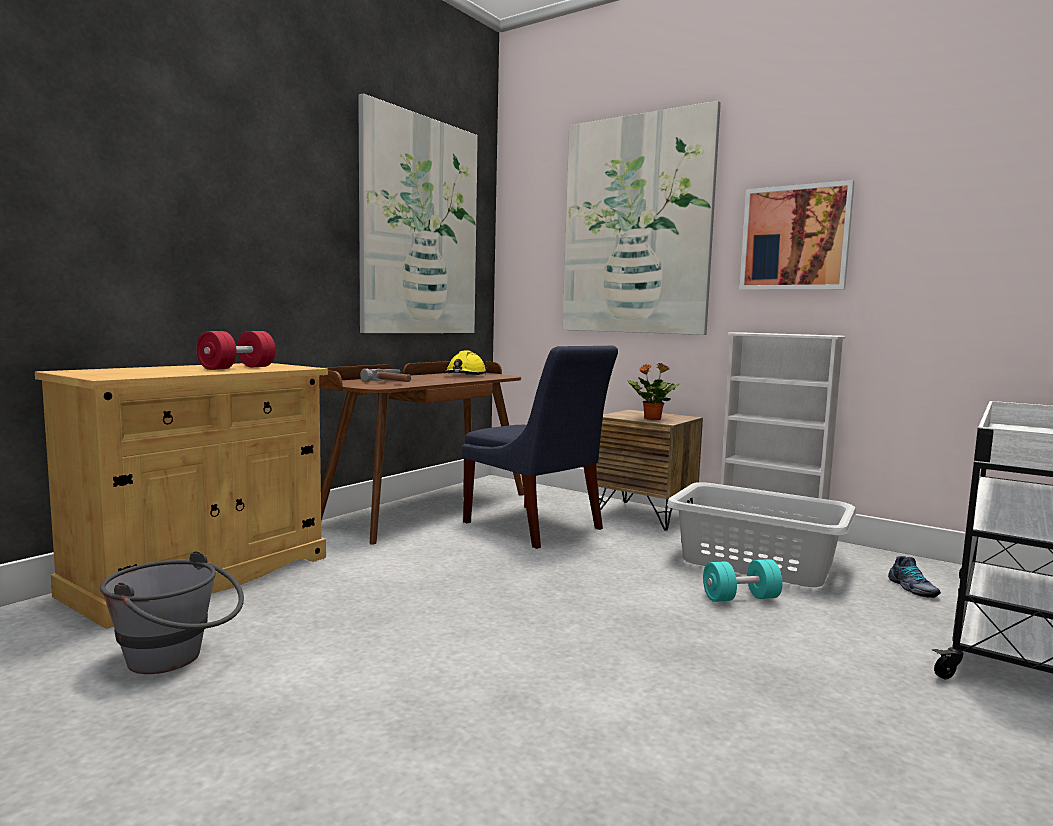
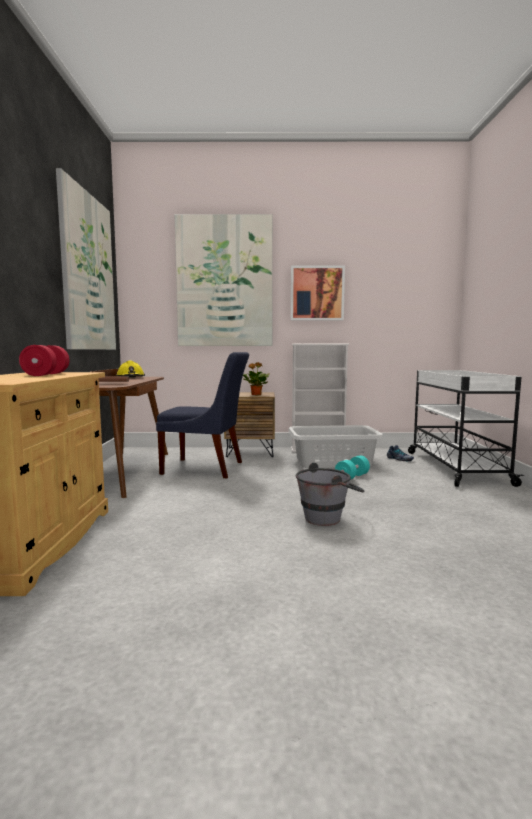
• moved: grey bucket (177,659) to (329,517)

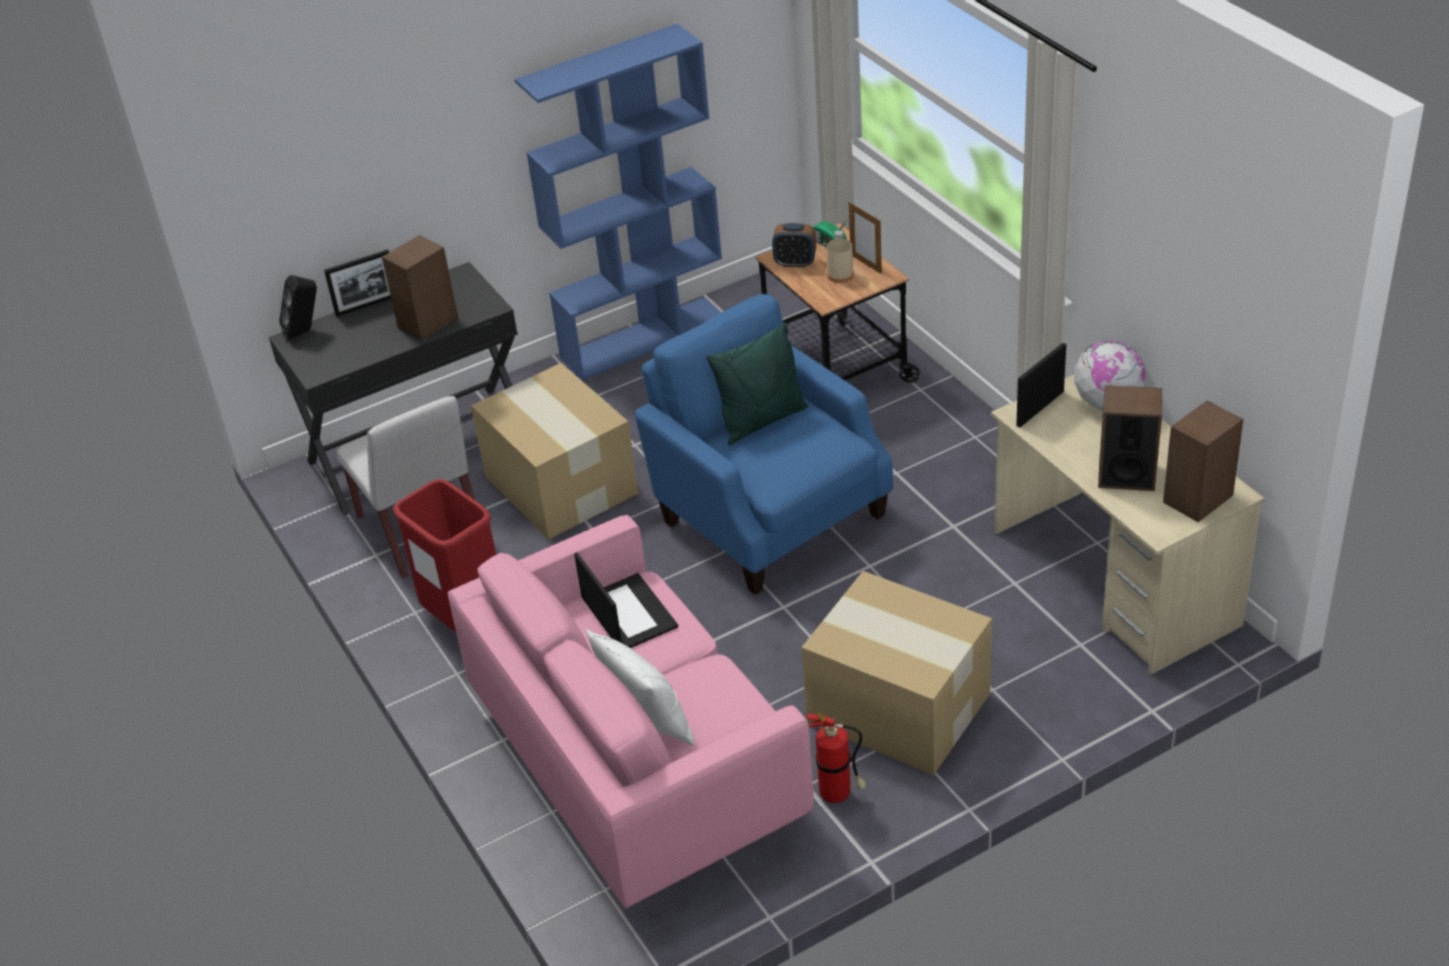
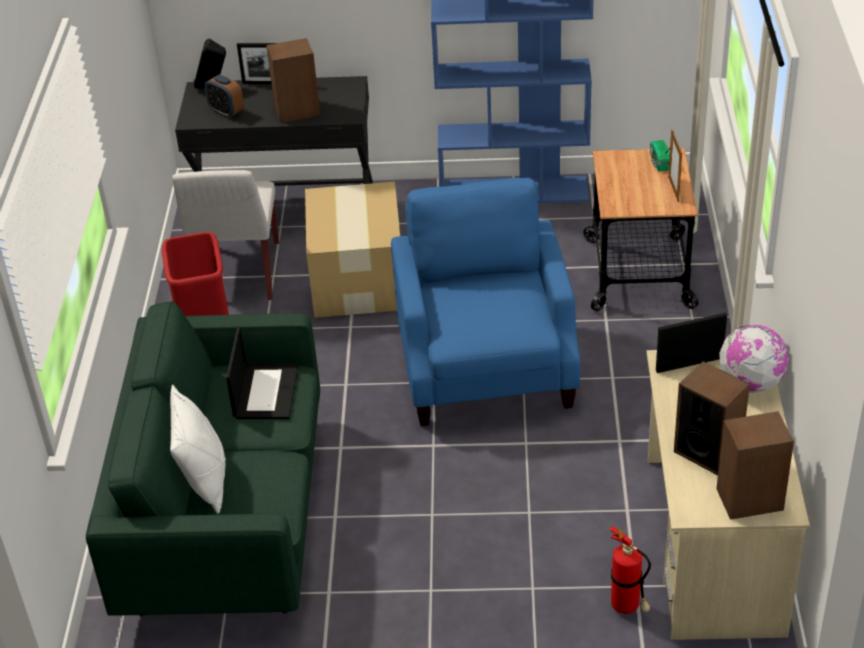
• recoloured: pink sofa (639,766) to green sofa (228,517)
• moved: alarm clock (795,263) to (226,111)
• moved: fire extinguisher (839,795) to (627,608)
• removed: green pillow (762,421)
• removed: cardboard box (900,709)
• removed: beige bottle (840,275)

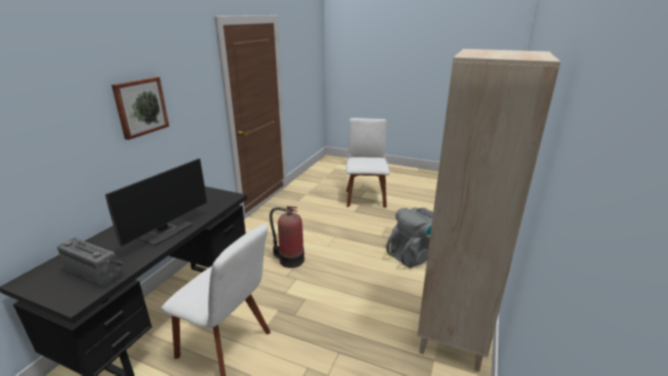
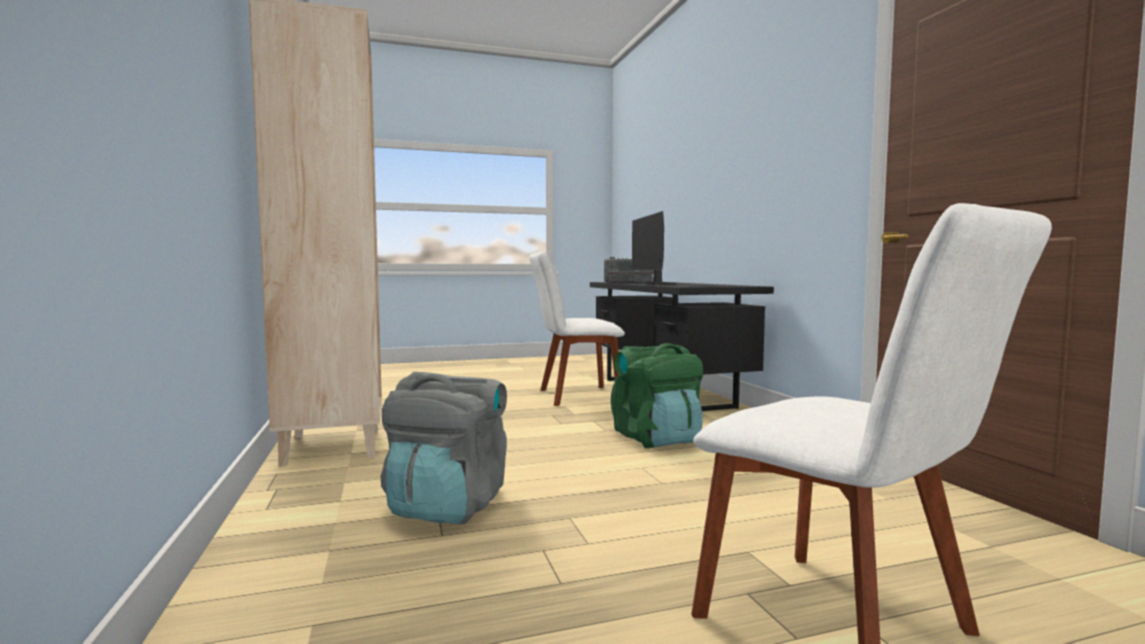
• replaced: fire extinguisher (290,259) to green backpack (657,439)
• removed: picture (140,107)

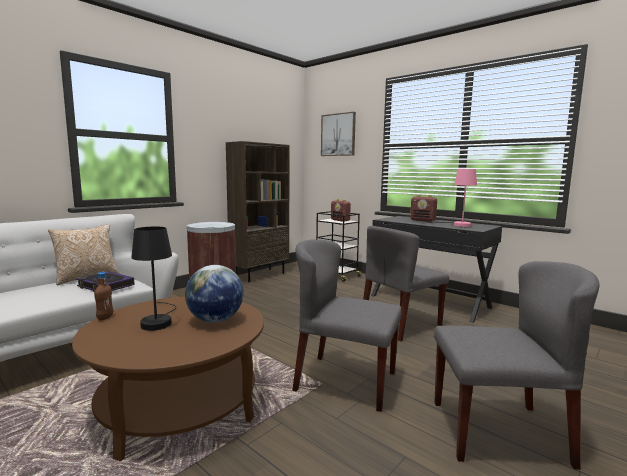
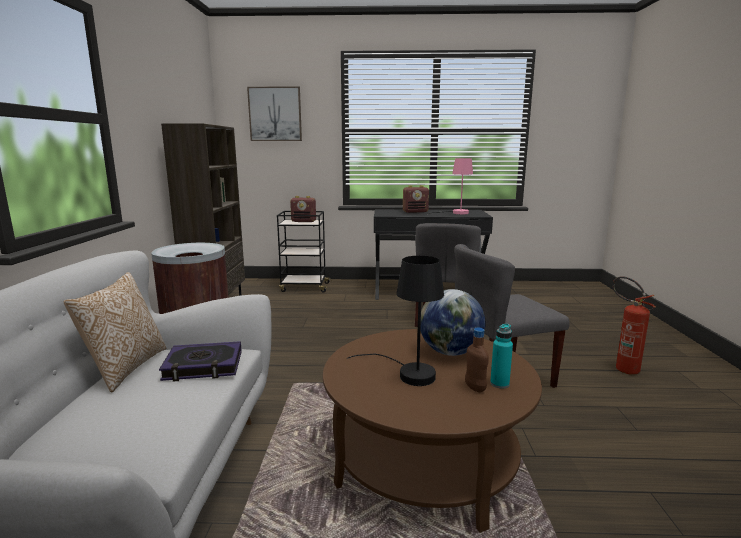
• moved: brown bottle (105,317) to (475,388)
• added: turquoise bottle (499,384)
• replaced: grey chair (499,431) to fire extinguisher (621,368)

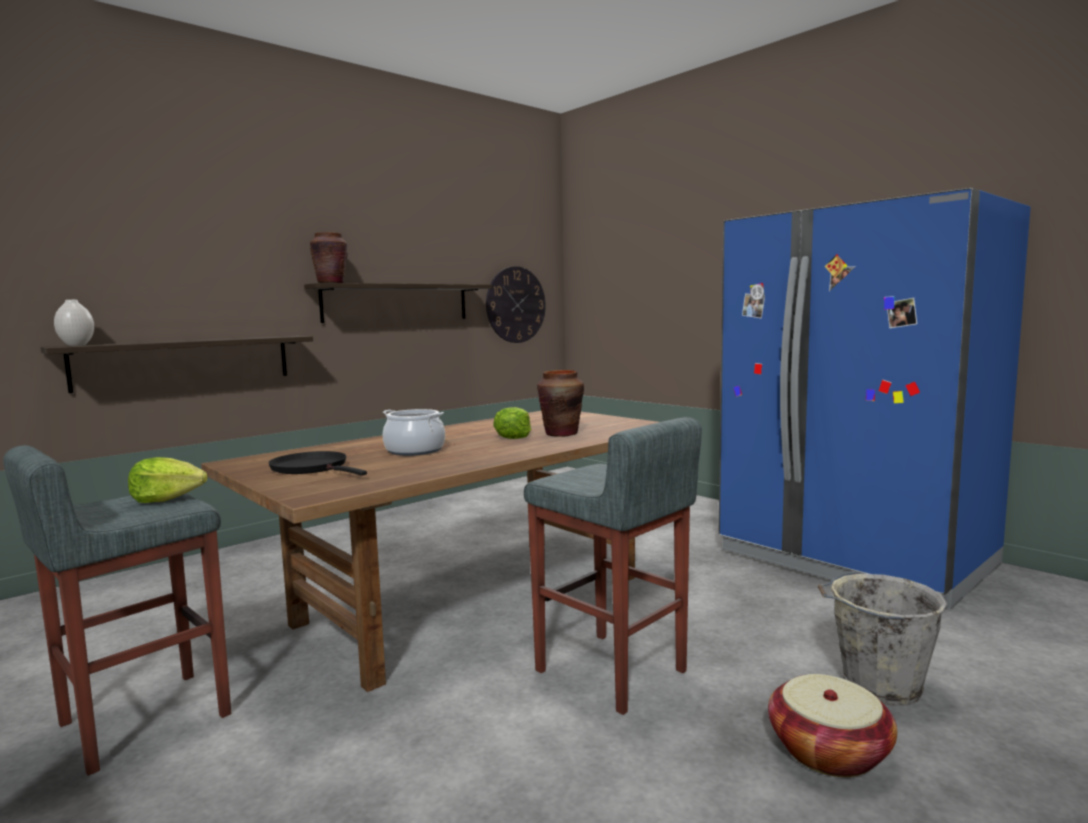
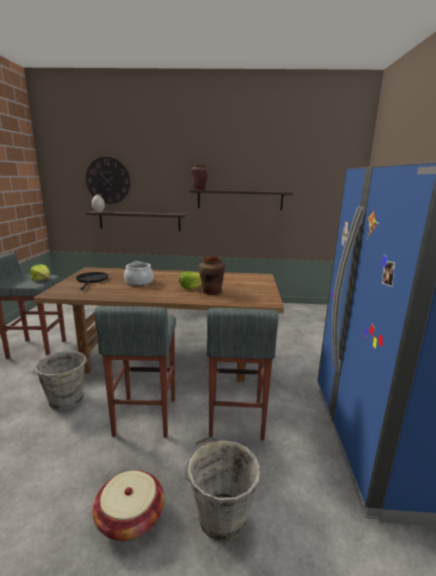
• added: grey bucket (66,401)
• moved: wall clock (516,305) to (108,180)
• added: grey stool (235,419)

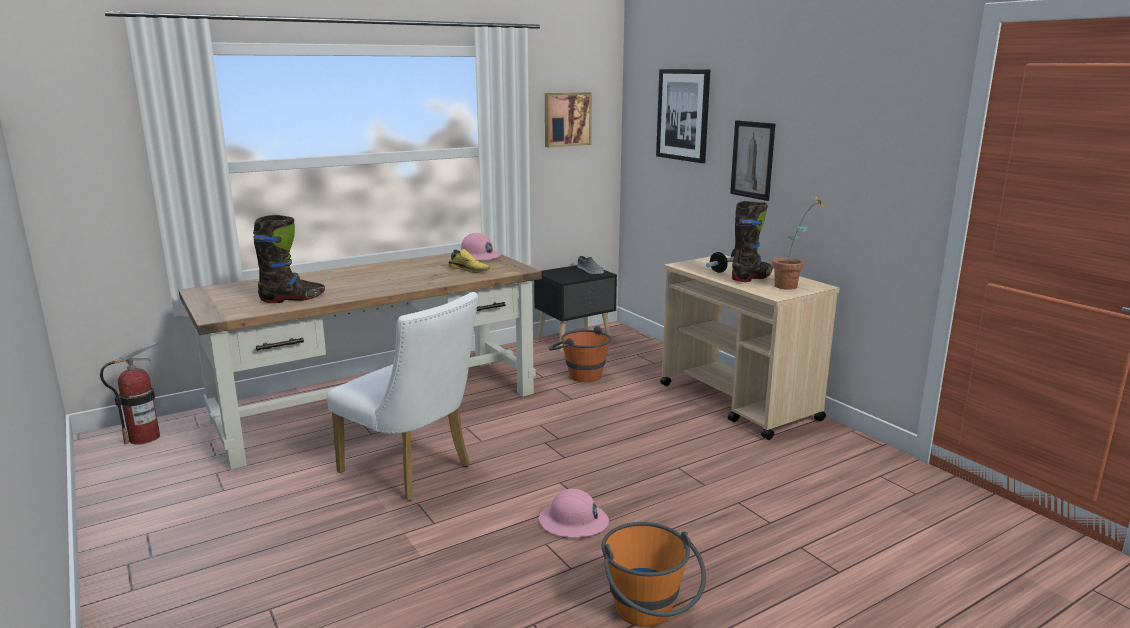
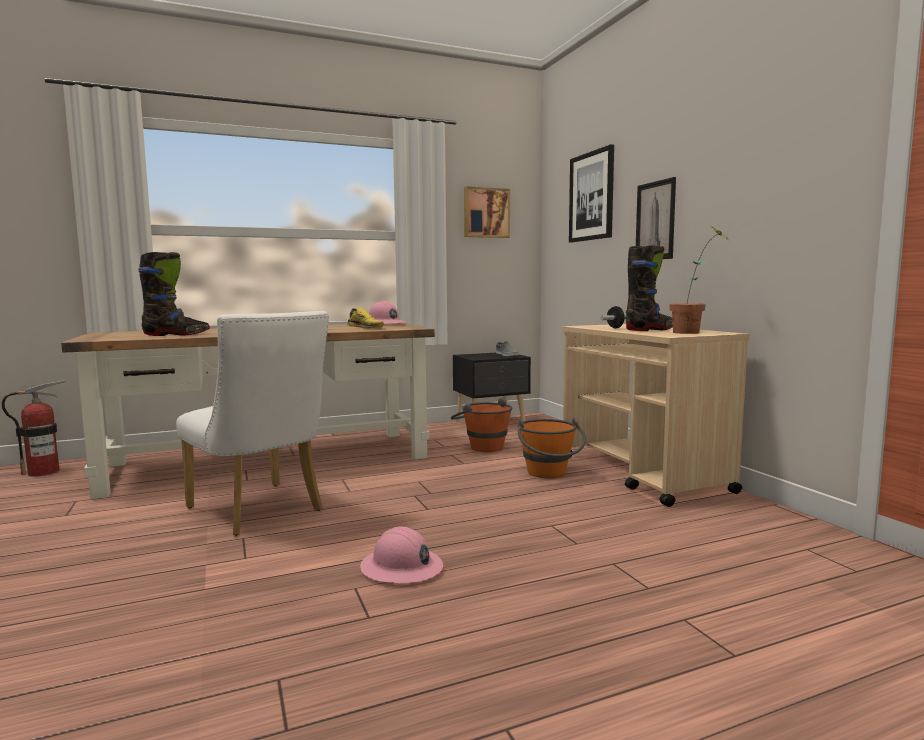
• moved: orange bucket (649,616) to (549,475)

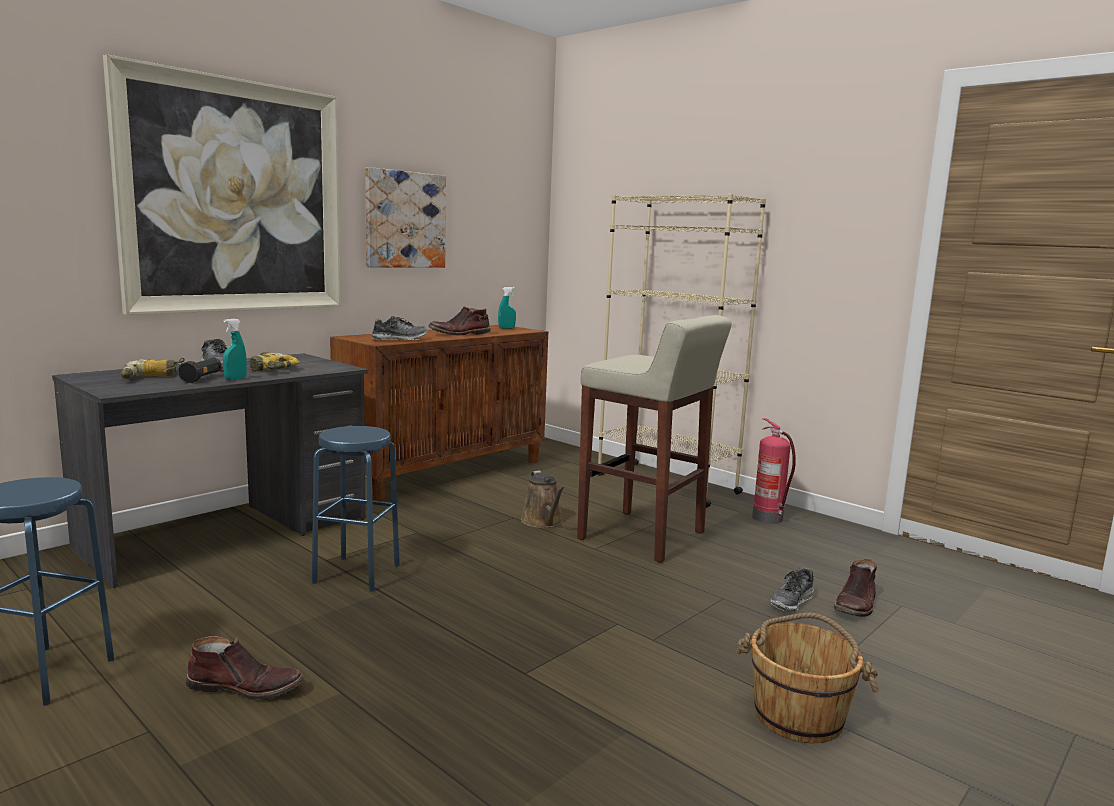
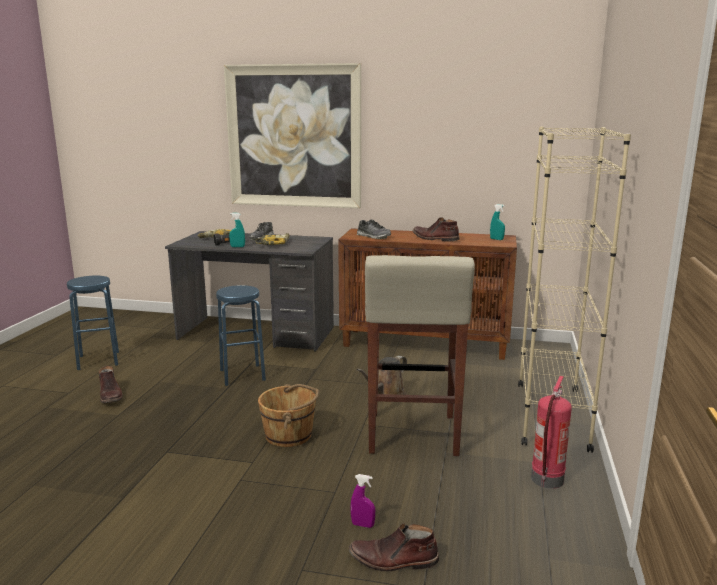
• moved: brown bucket (798,715) to (289,435)
• replaced: shoe (792,602) to purple spray bottle (362,525)
• removed: picture (405,220)

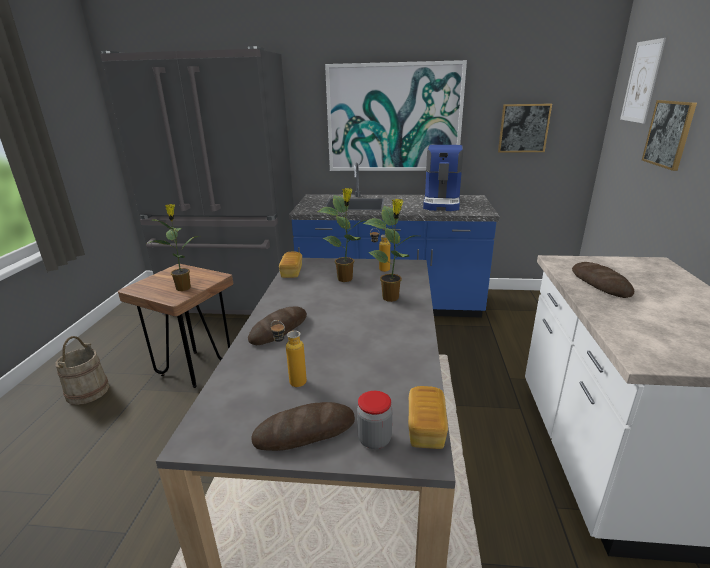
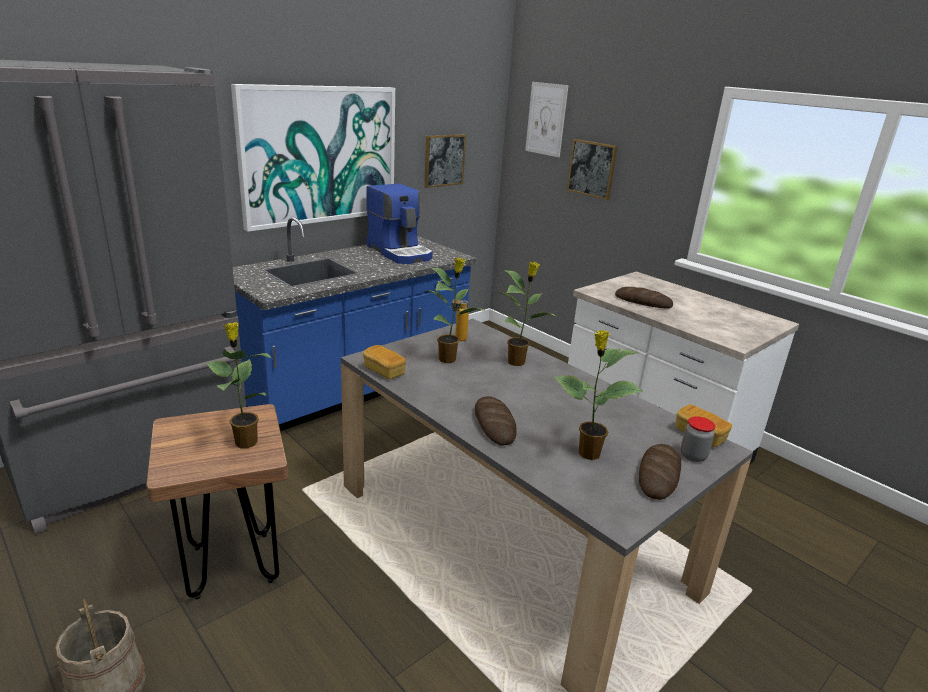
• replaced: bottle (291,381) to potted plant (587,453)

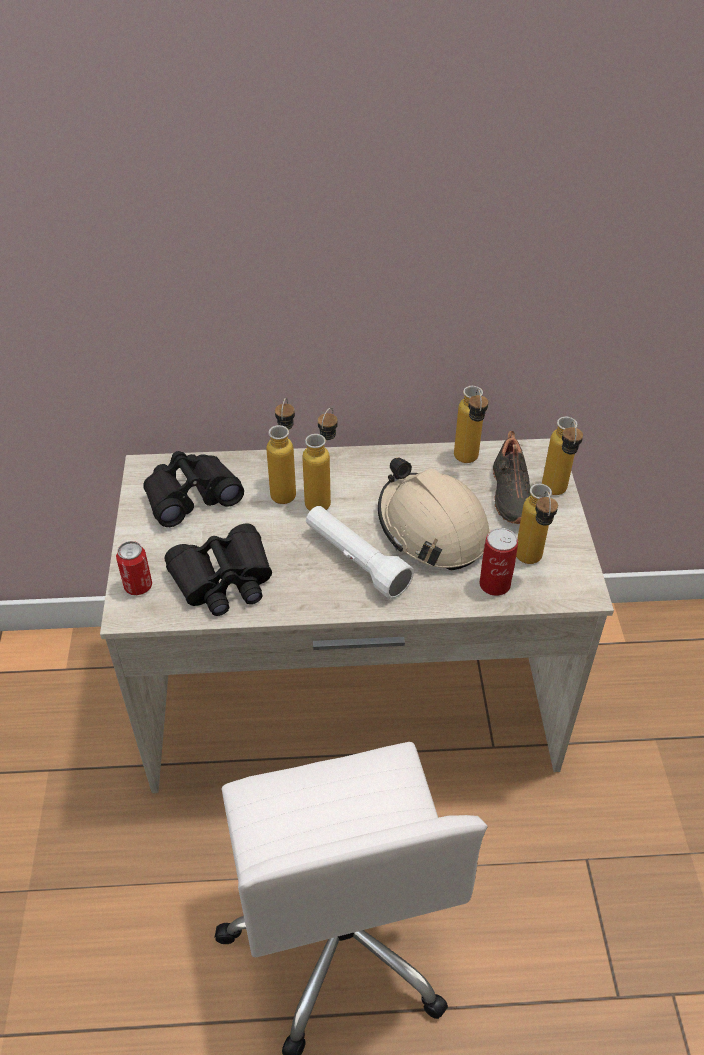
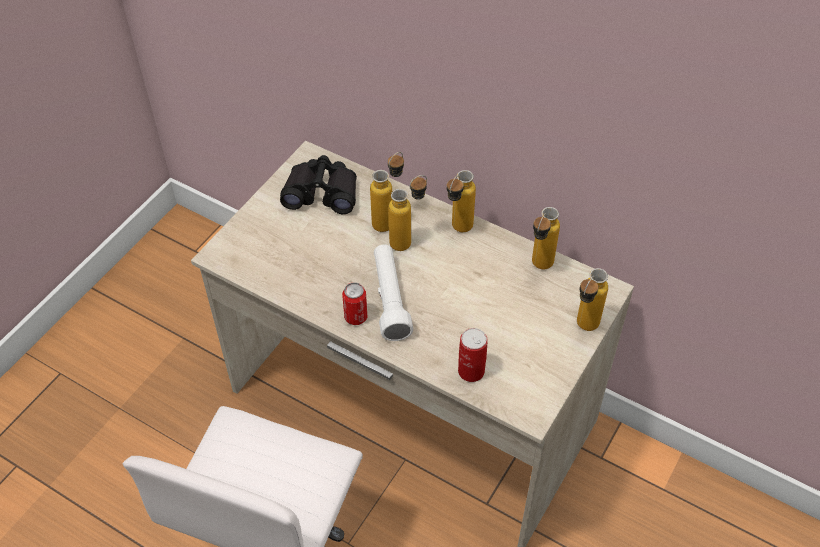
• moved: can (138,586) to (356,317)
• moved: bottle (530,564) to (458,231)
• removed: black binoculars (223,580)
• removed: beige hard hat (432,528)
• removed: black shoe (510,495)

